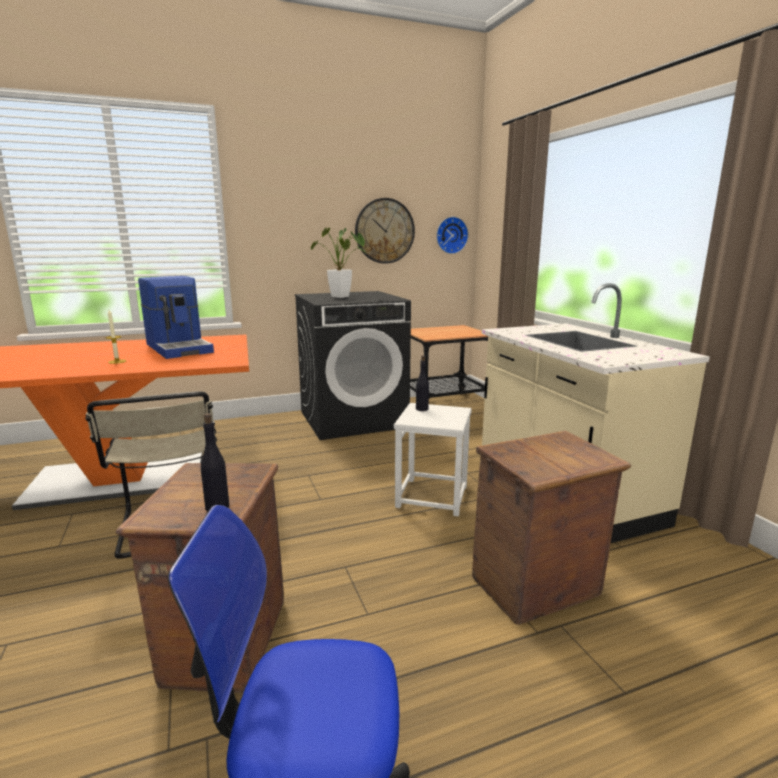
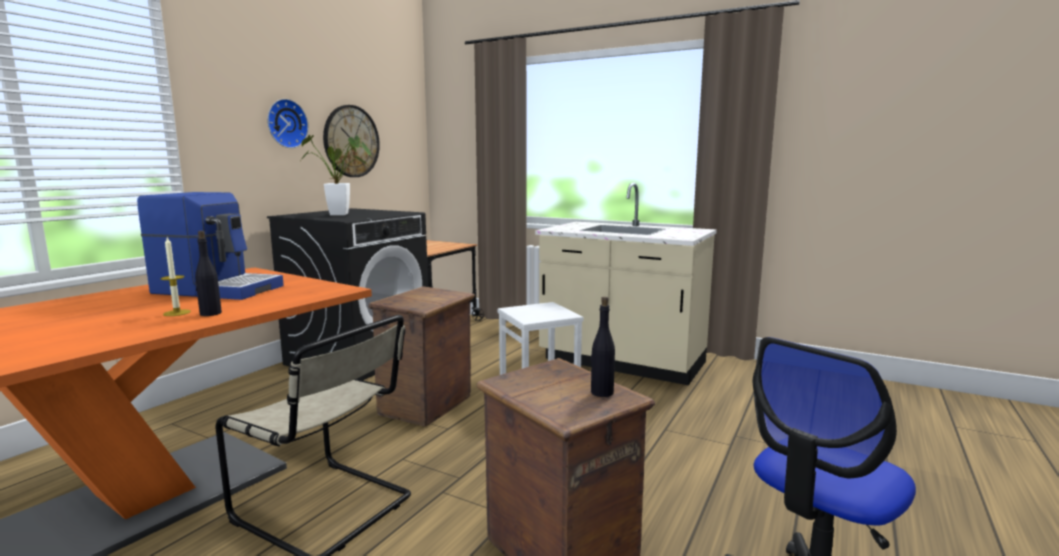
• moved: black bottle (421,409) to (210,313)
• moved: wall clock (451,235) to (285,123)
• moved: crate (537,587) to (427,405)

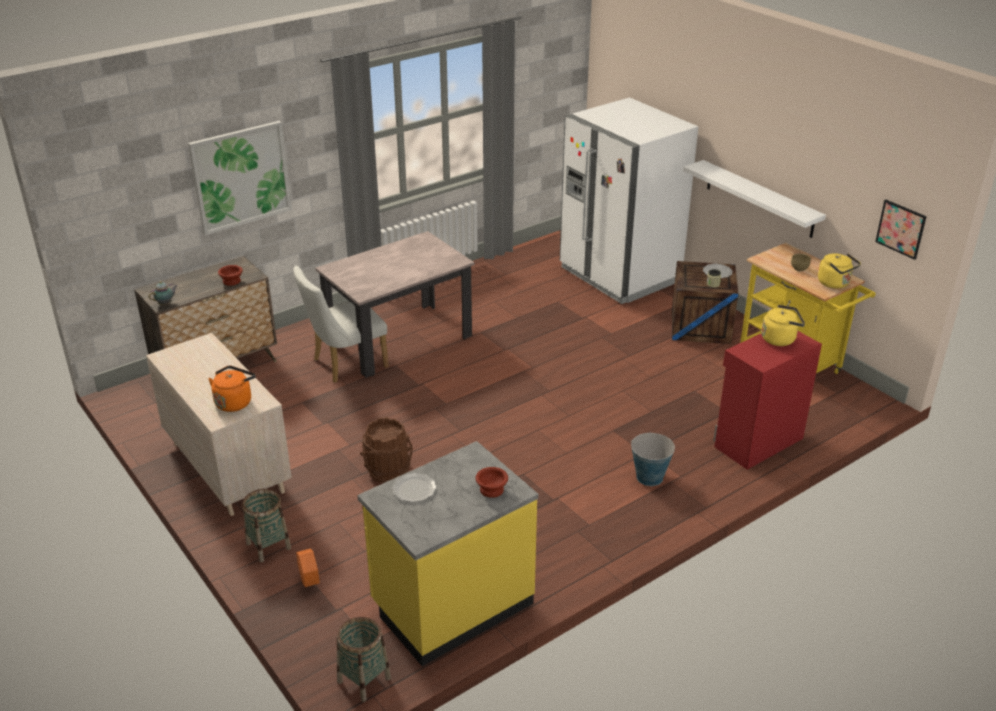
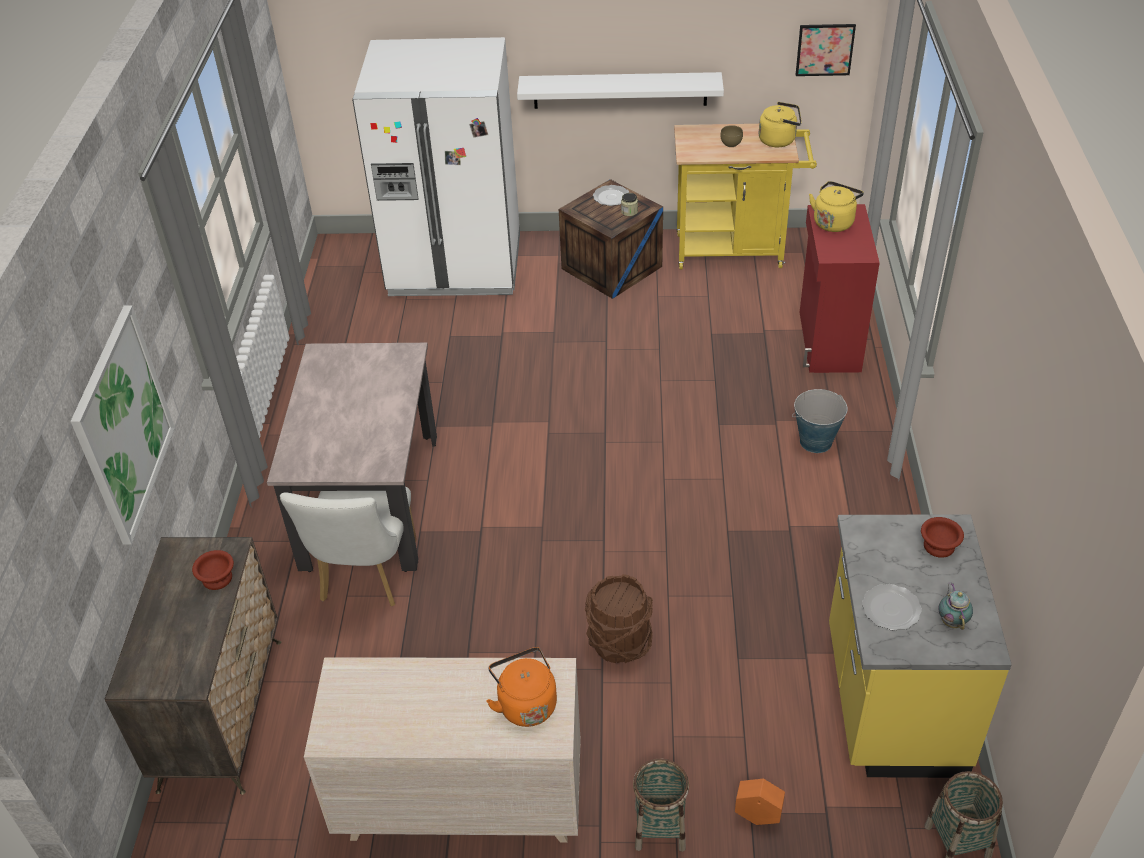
• moved: teapot (166,304) to (952,621)

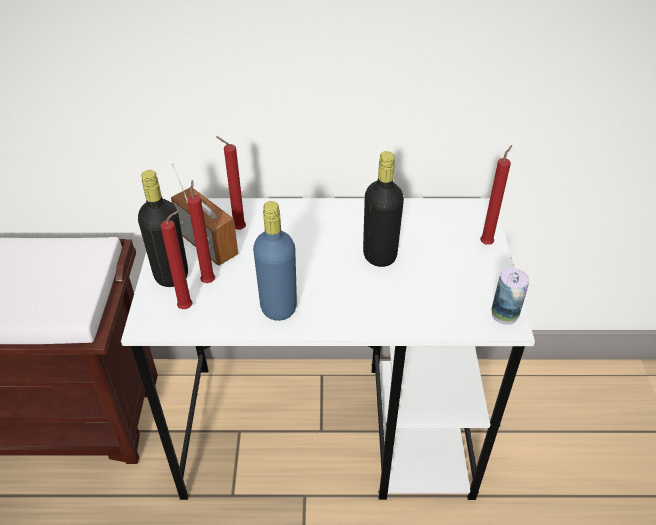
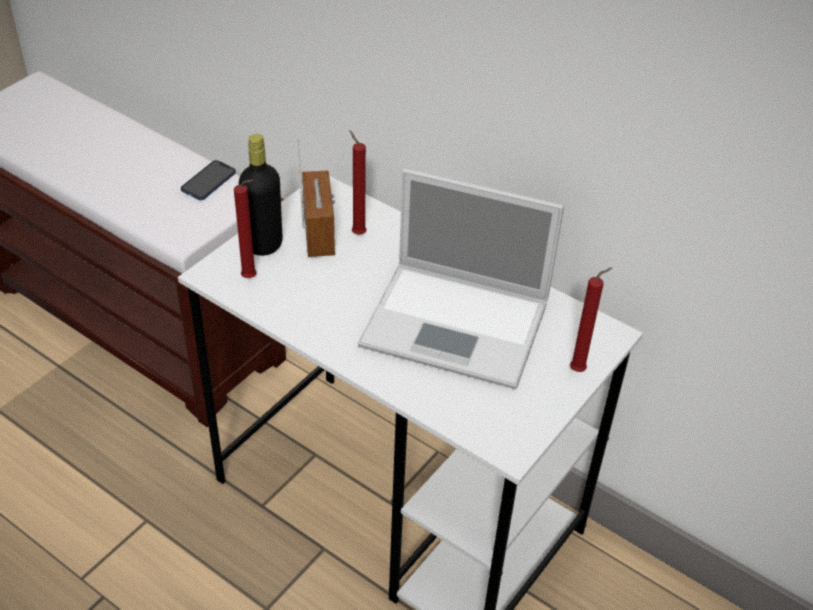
• added: phone (208,182)
• replaced: black bottle (379,256) to laptop (459,324)
• removed: red candle (208,280)
• removed: blue bottle (278,307)
• removed: can (504,315)

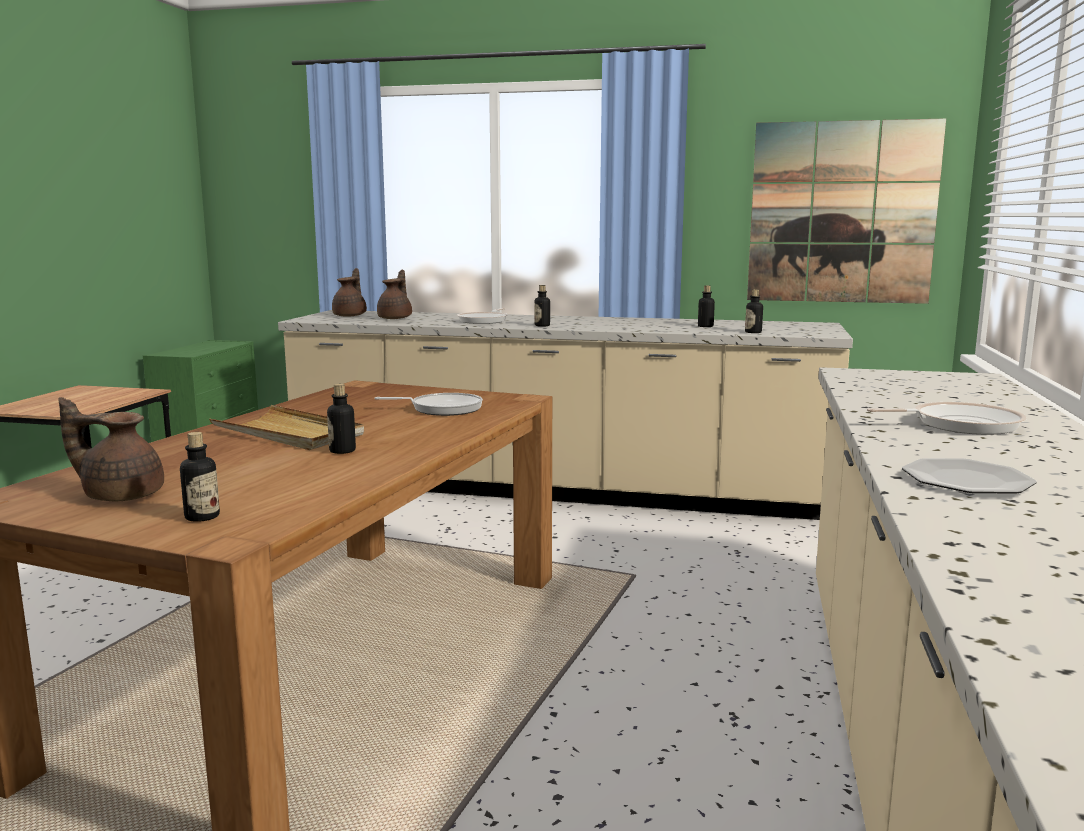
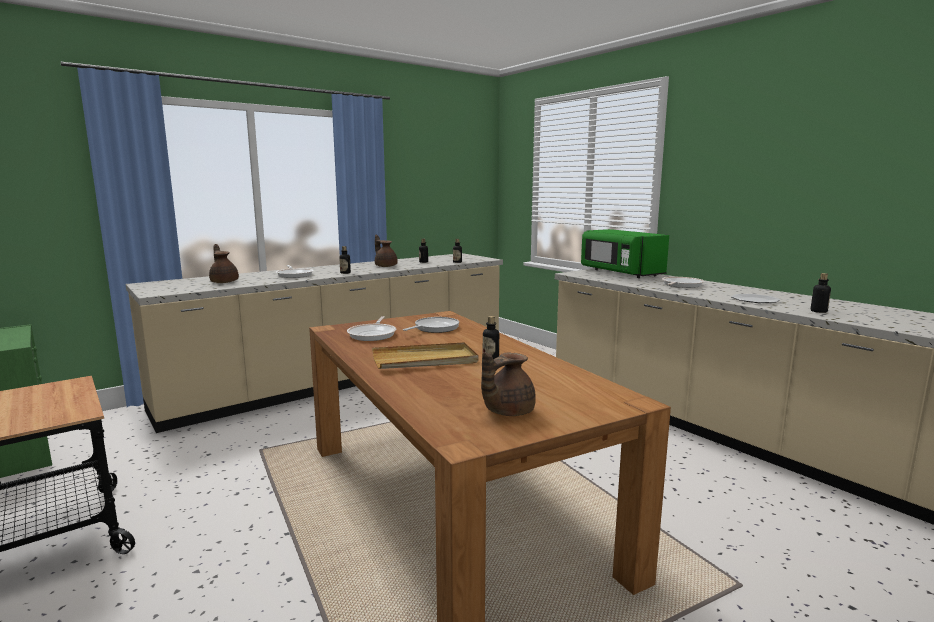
• added: frying pan (373,334)
• moved: brown teapot (351,315) to (385,266)
• added: green microwave (620,273)
• moved: bottle (202,517) to (818,311)
• removed: picture (842,213)

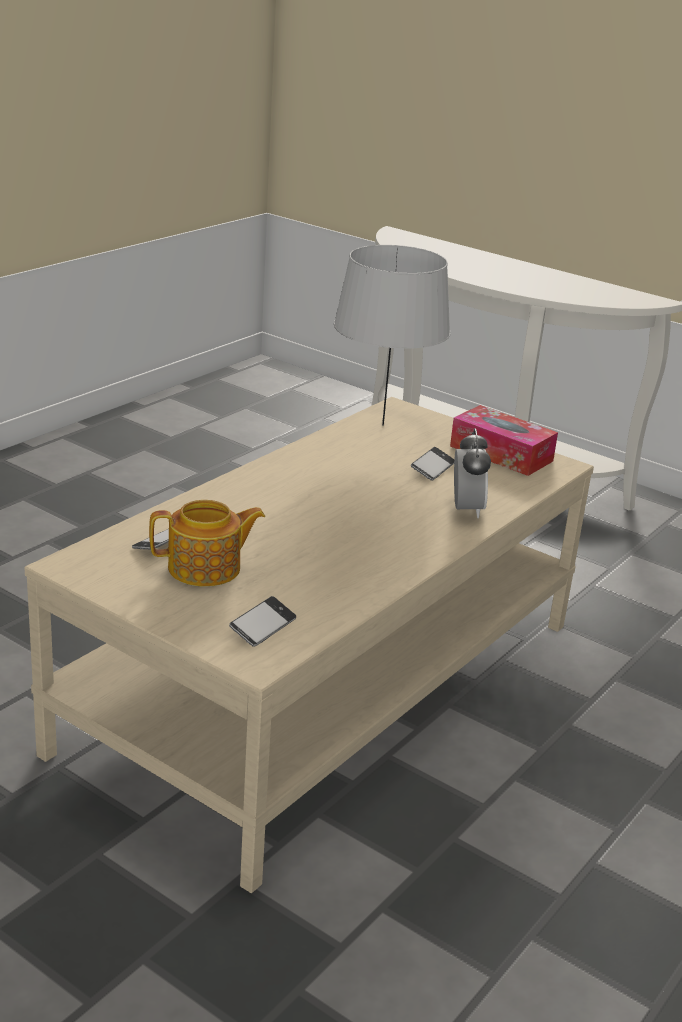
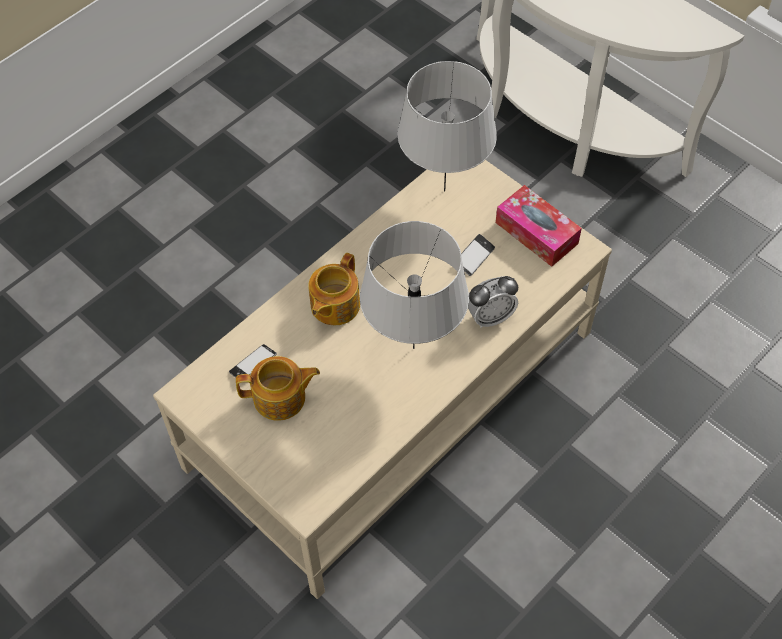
• added: teapot (334,305)
• added: grey table lamp (414,348)
• turned: alarm clock (466,509) = (490,317) 60 degrees clockwise
• removed: phone (262,627)

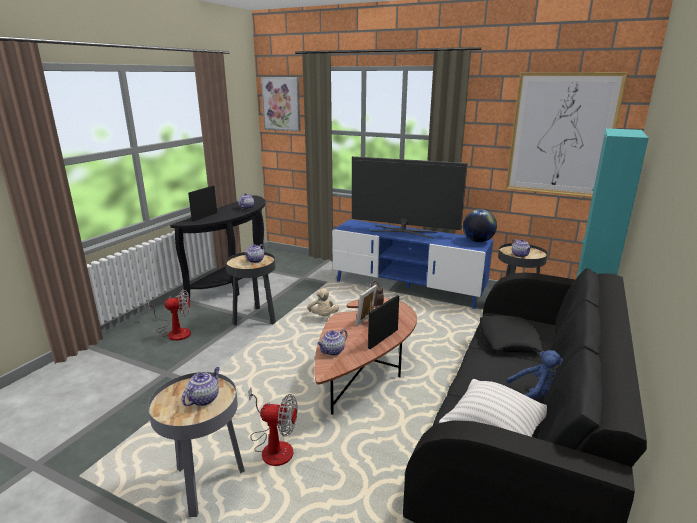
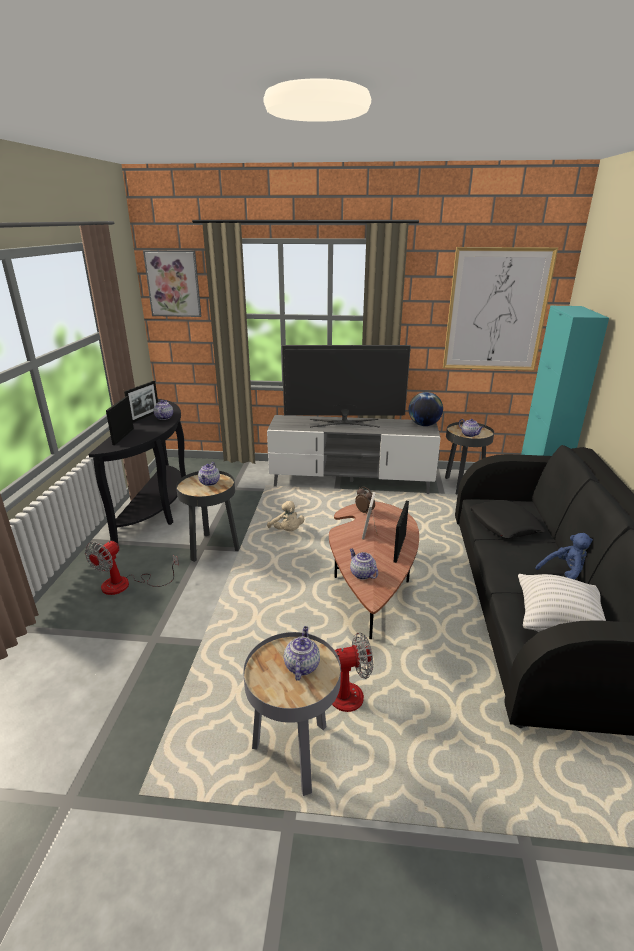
• turned: fan (175,332) = (126,585) 150 degrees clockwise
• added: picture frame (145,416)
• recoloured: blue tv stand (407,288) to grey tv stand (351,482)
• turned: teapot (332,351) = (362,574) 120 degrees clockwise

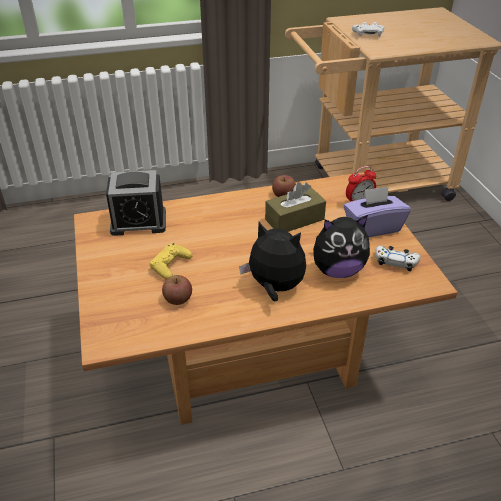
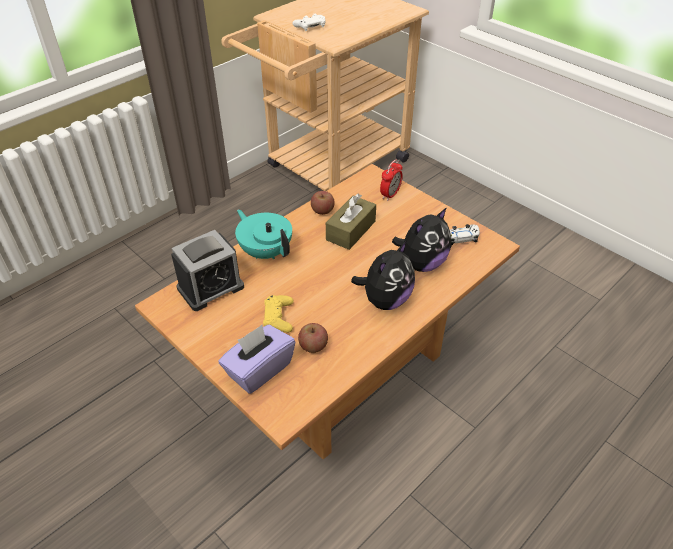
• moved: purple tissue box (372,227) to (259,369)
• added: turquoise teapot (266,251)
• turned: plush toy (274,288) = (385,300) 135 degrees clockwise

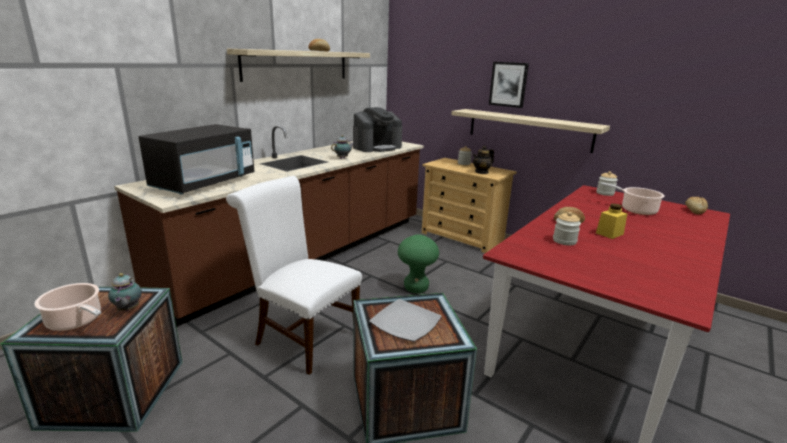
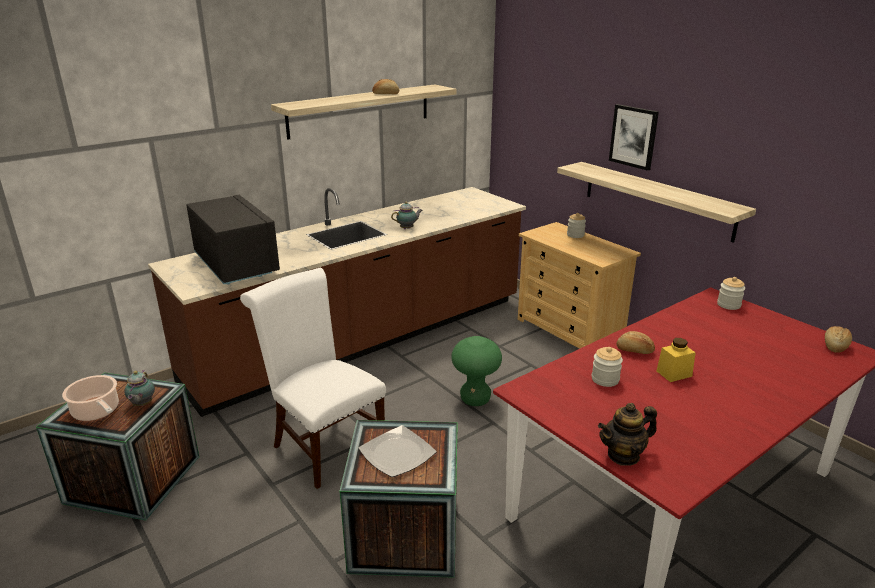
• turned: black microwave (205,183) = (236,265) 75 degrees counterclockwise
• moved: teapot (481,172) to (623,455)
• removed: coffee machine (377,147)
• removed: cooking pot (636,210)

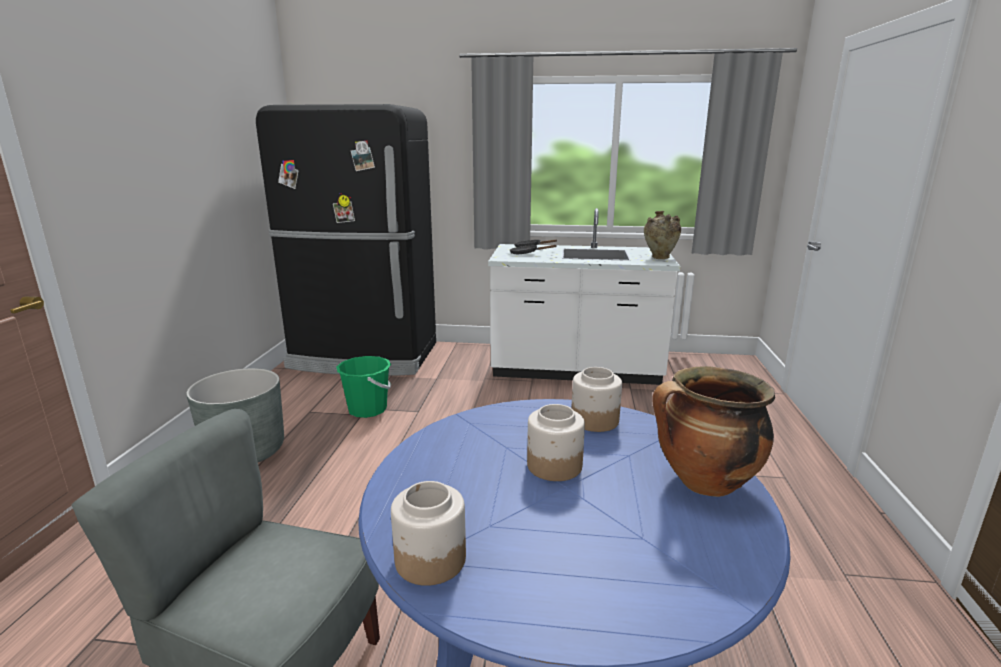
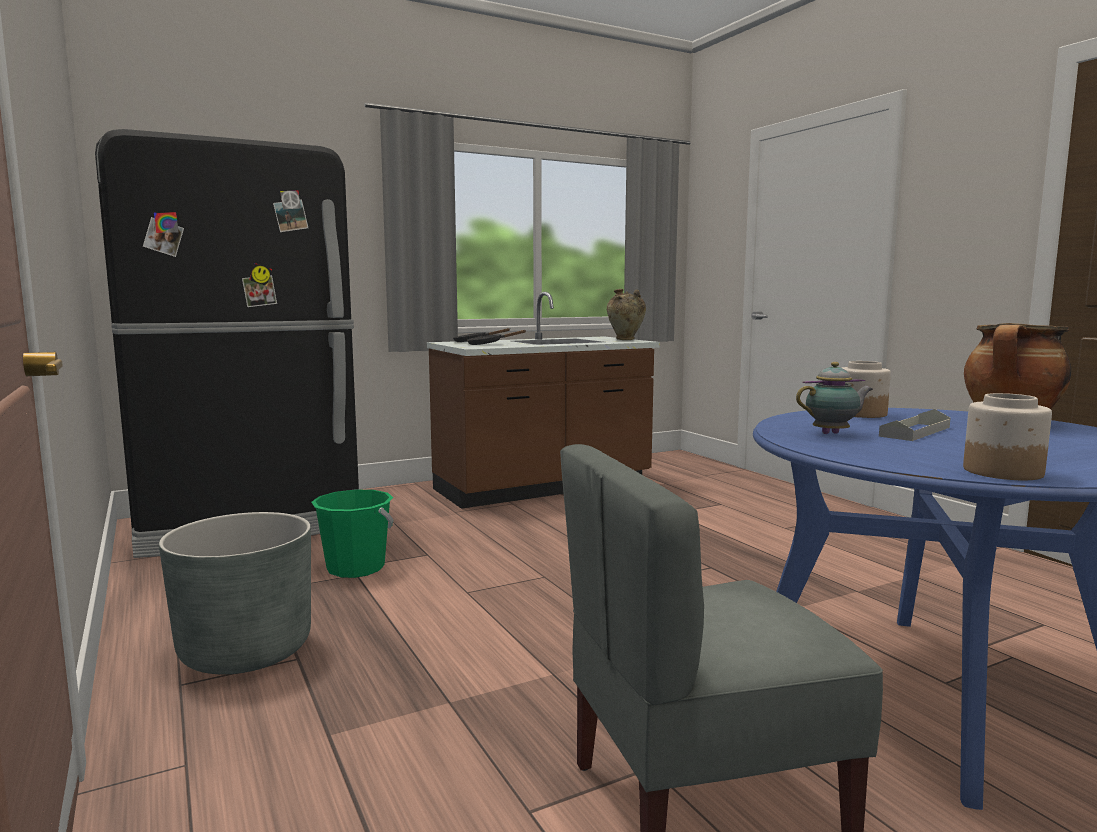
• recoloured: white counter (576,371) to brown counter (543,487)
• added: teapot (833,433)
• replaced: jar (554,466) to grey tray (915,431)

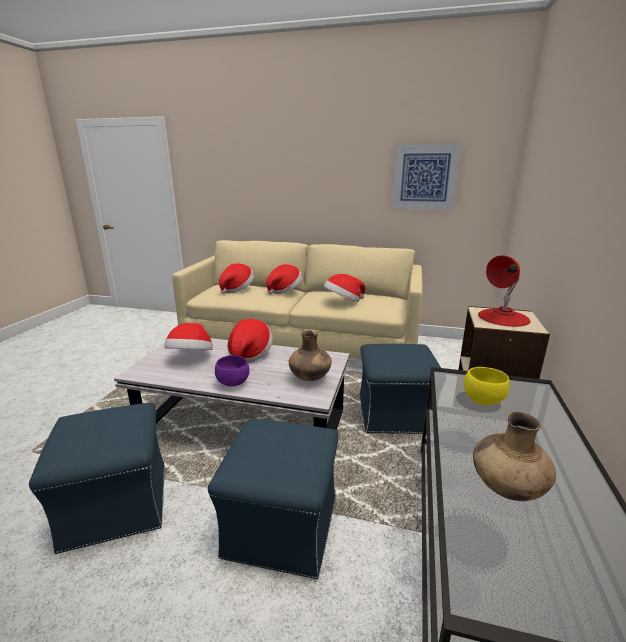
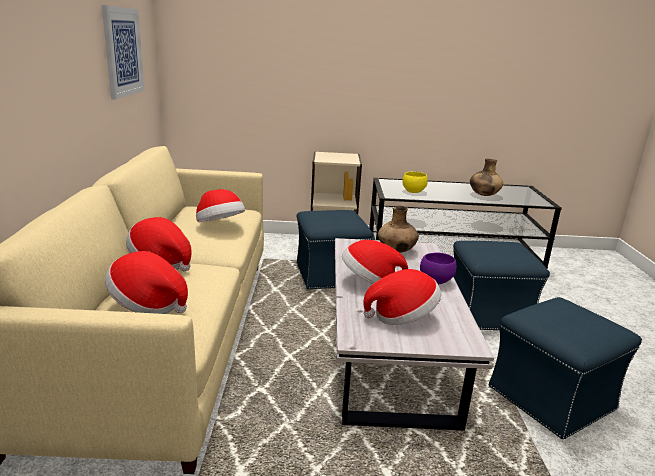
• removed: red table lamp (503,317)

